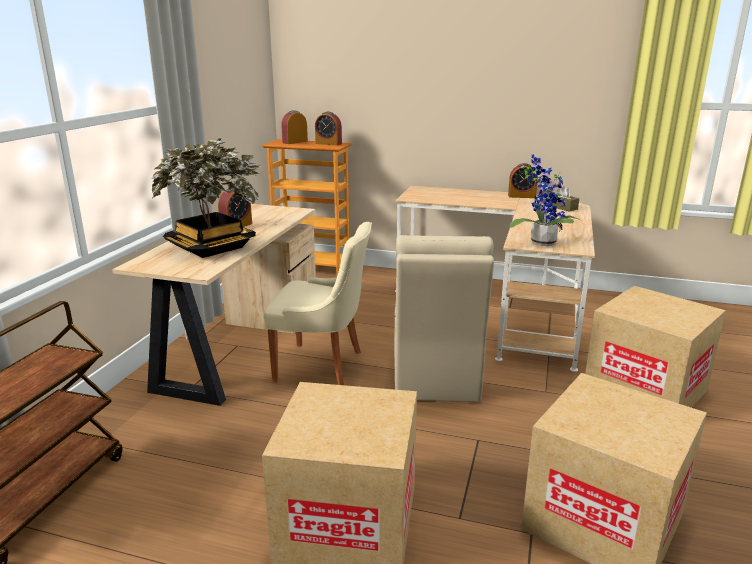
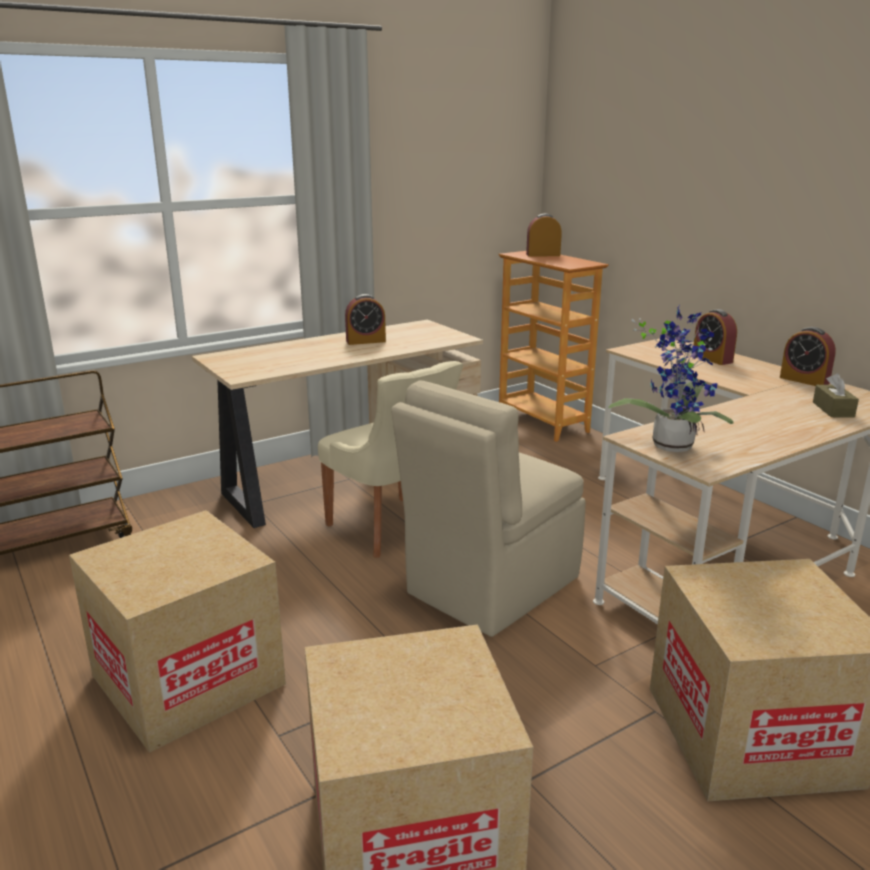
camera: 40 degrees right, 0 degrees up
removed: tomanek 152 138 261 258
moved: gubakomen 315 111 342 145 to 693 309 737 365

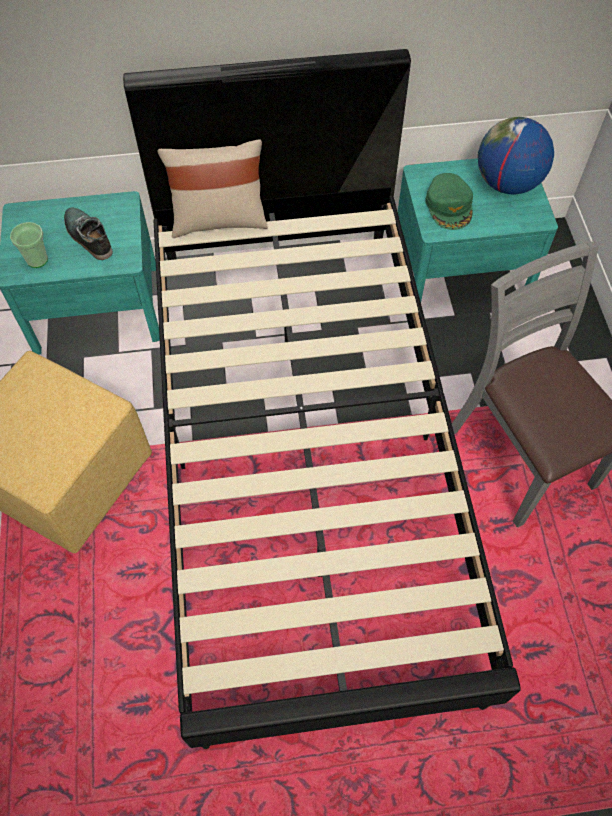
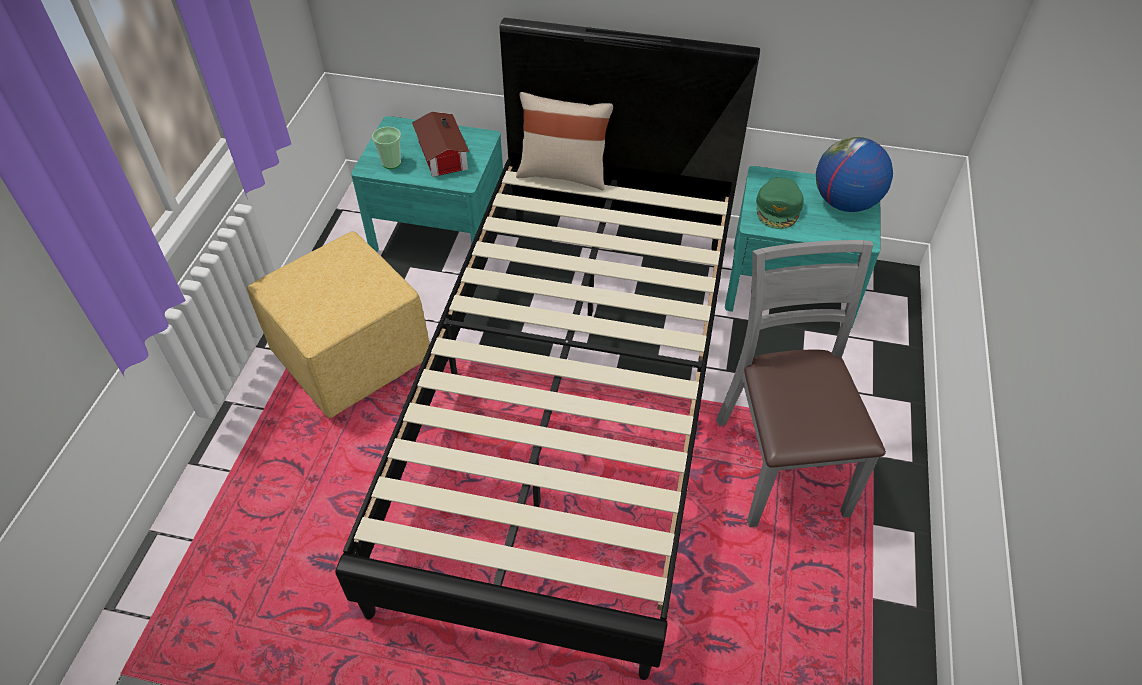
camera: 20 degrees right, 10 degrees down
replaced: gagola 64 207 113 260 to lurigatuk 412 112 470 177

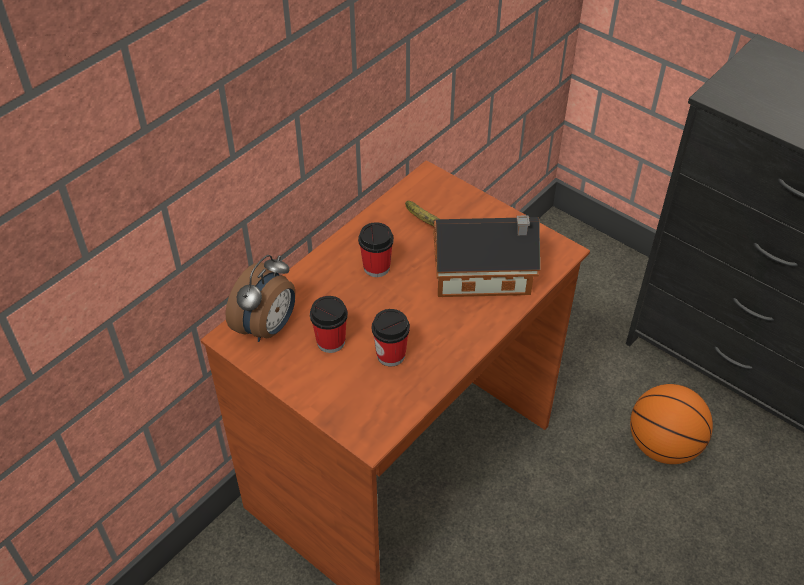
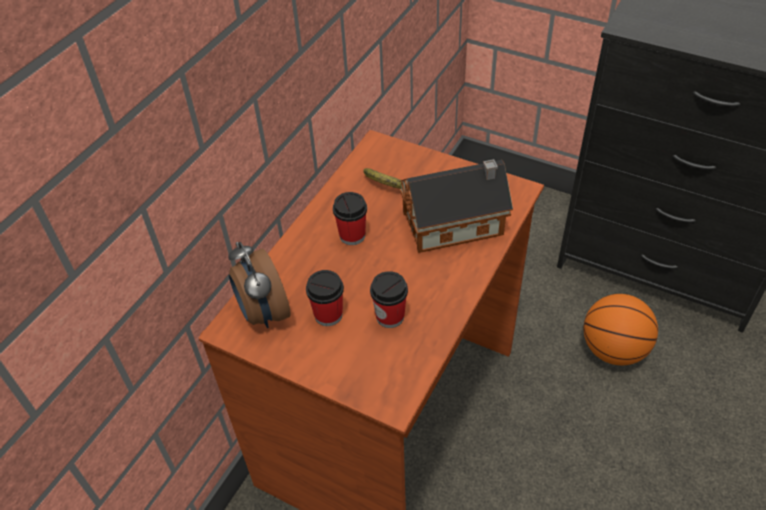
camera: 10 degrees left, 0 degrees up
turned: gubakomen 225 255 295 342 = 228 242 291 328 135 degrees clockwise

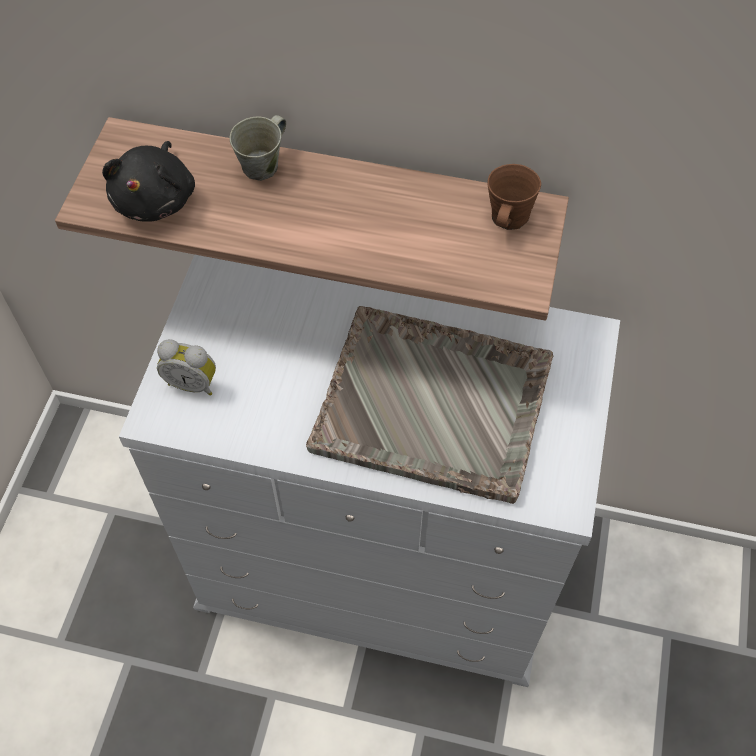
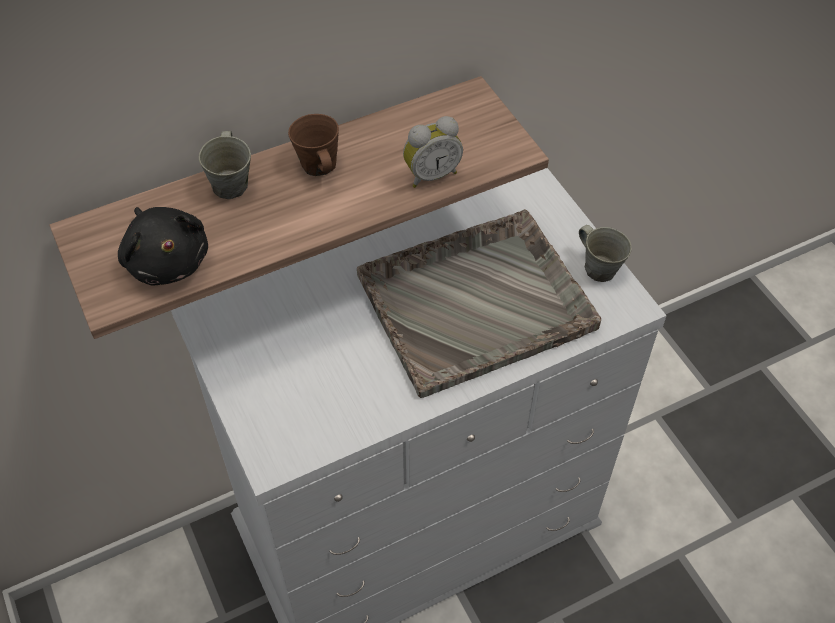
camera: 40 degrees left, 5 degrees down
added: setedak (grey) 579 225 632 282
moved: gubakomen 157 339 216 395 to 403 116 463 188; setedak (brown) 487 164 541 230 to 288 114 339 176

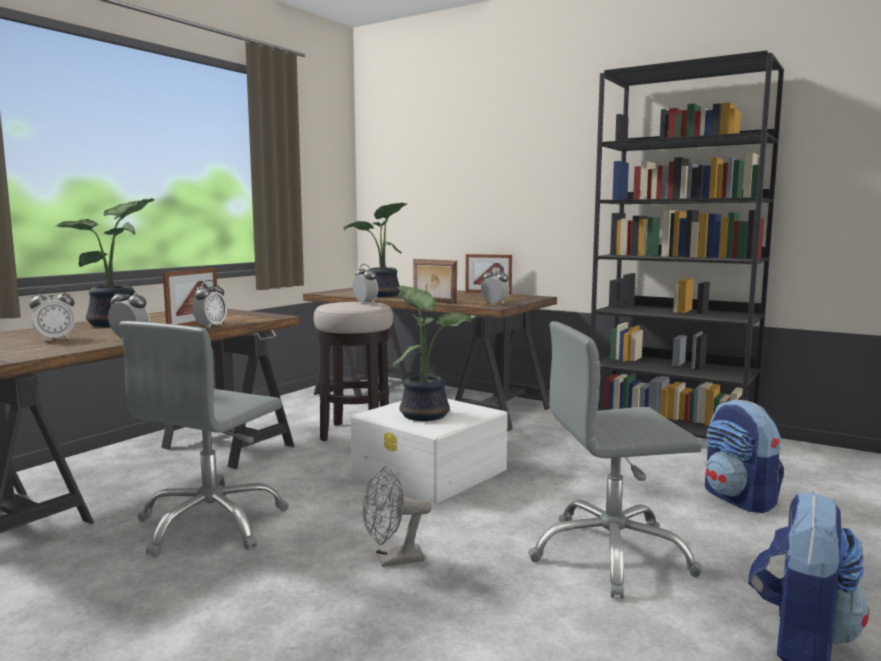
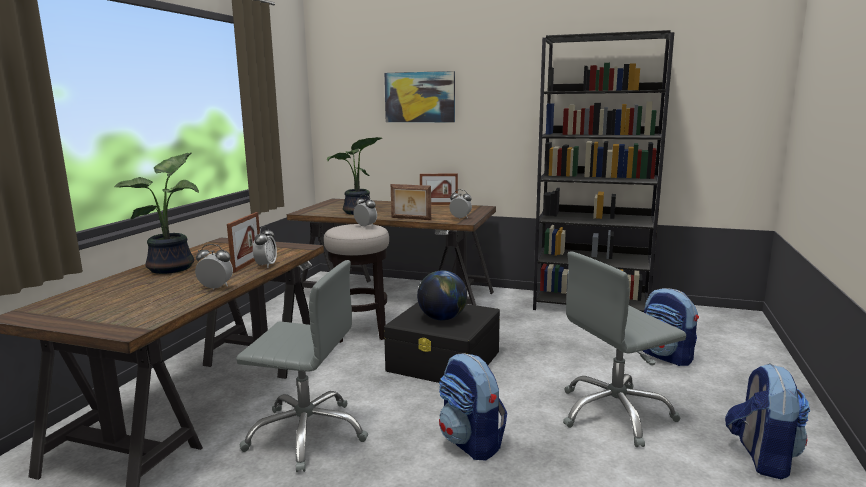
camera: 15 degrees left, 5 degrees up
removed: gubakomen 29 287 75 341
added: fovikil 384 71 455 122
replaced: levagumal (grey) 363 466 432 567 to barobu 439 353 507 460; tomanek 393 286 477 421 to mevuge 417 270 467 321
recoloured: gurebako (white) 350 399 508 504 to gurebako (black) 384 302 500 383
turned: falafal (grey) 119 321 289 557 = 236 260 368 472 90 degrees counterclockwise

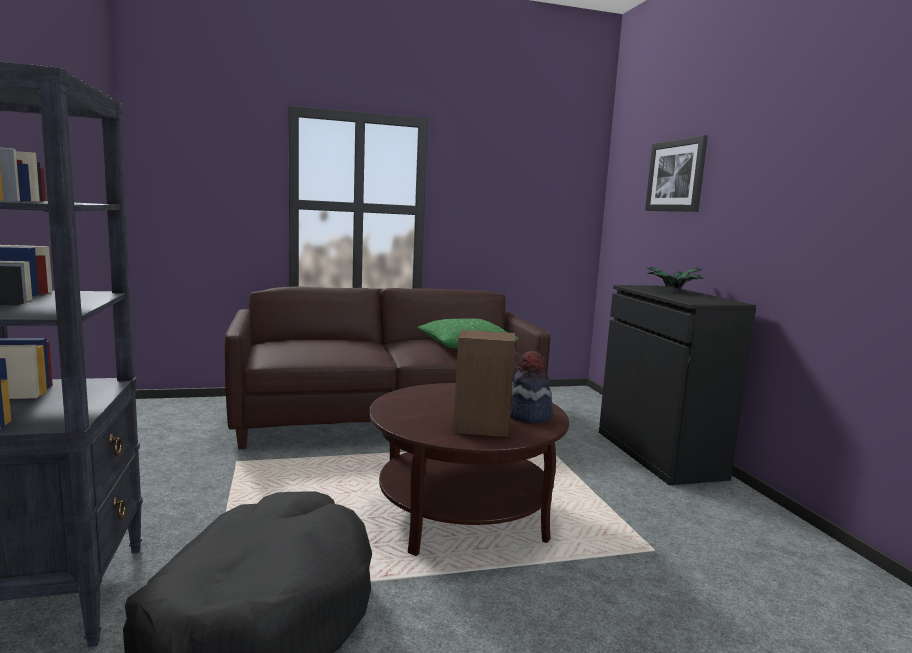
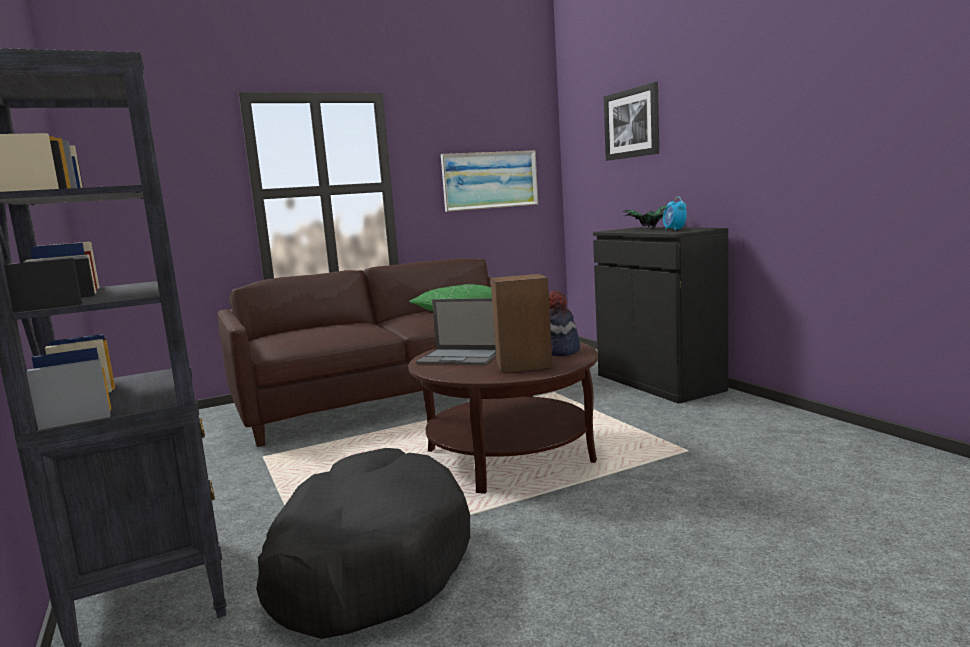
camera: 10 degrees left, 0 degrees up
added: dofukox 416 298 496 365; fovikil 441 150 538 212; gubakomen 663 196 687 231

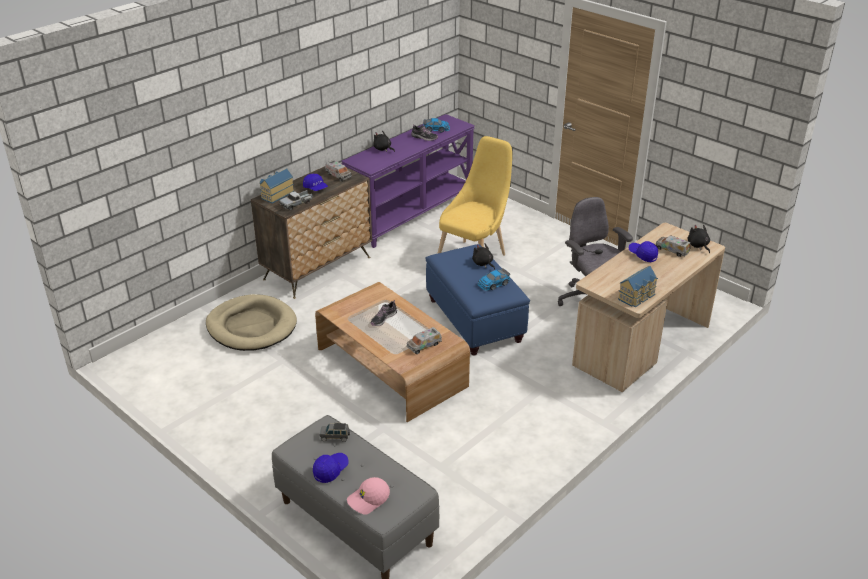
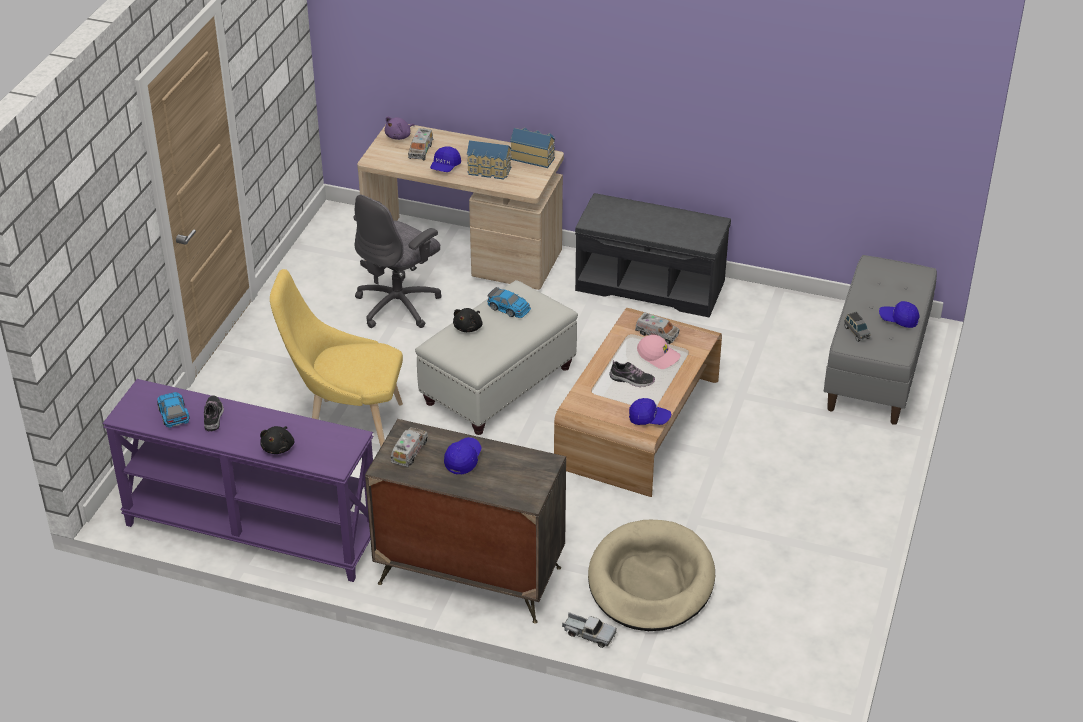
camera: 115 degrees left, 5 degrees up
added: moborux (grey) 575 193 731 318; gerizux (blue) 629 398 671 425
moved: lurigatuk 259 168 294 204 to 467 140 511 180; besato 279 190 313 210 to 562 612 617 648; gerizux (pink) 347 477 390 515 to 637 335 680 369
recoloured: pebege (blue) 426 244 530 355 to pebege (white) 415 280 578 435; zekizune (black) 688 225 710 253 to zekizune (purple) 384 116 415 140

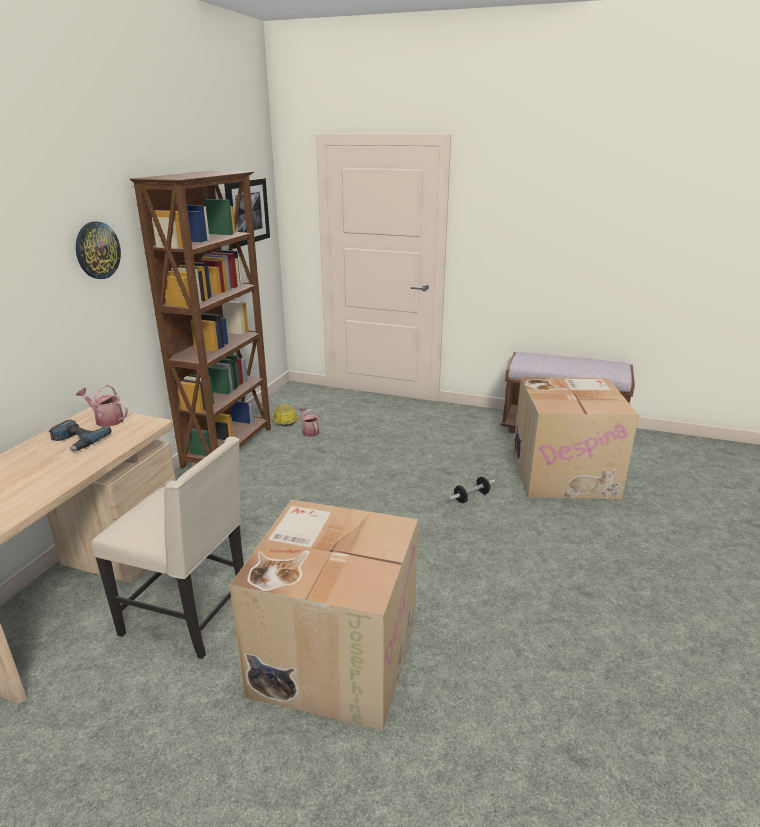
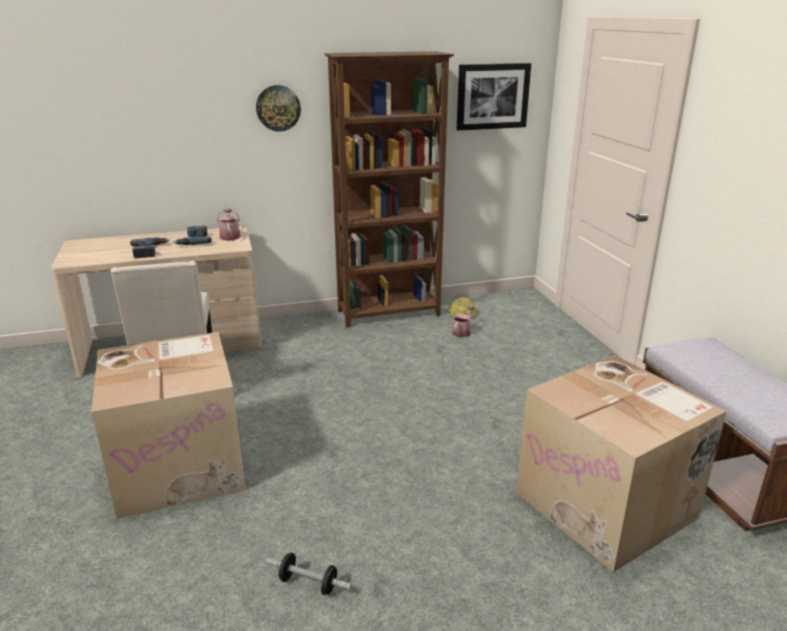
camera: 55 degrees right, 0 degrees up
added: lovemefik 130 237 170 258
moved: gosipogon 448 477 495 503 to 266 553 351 595

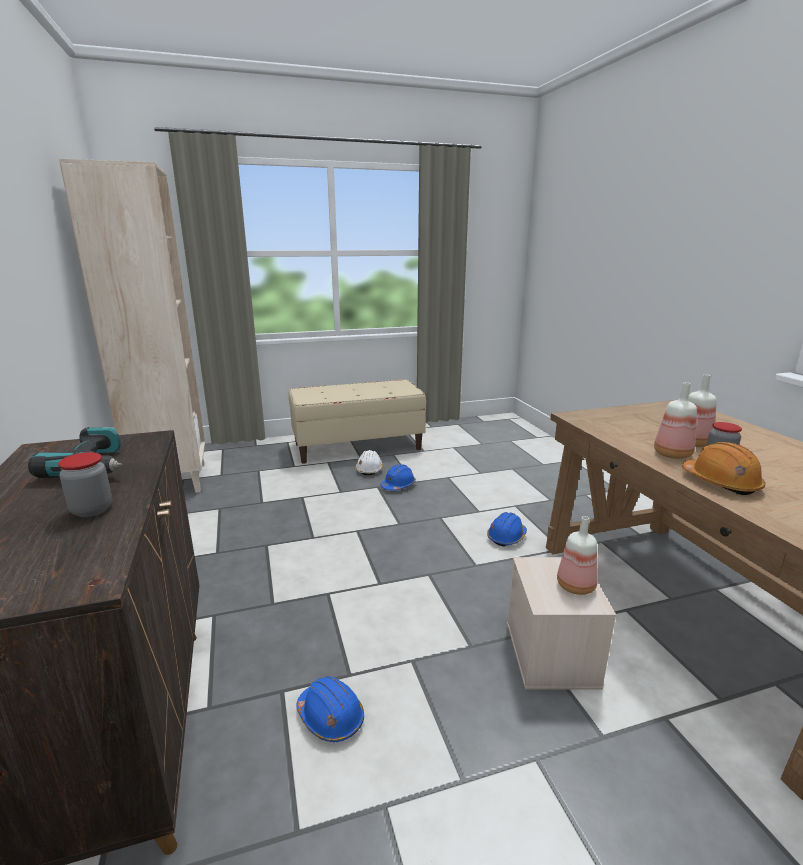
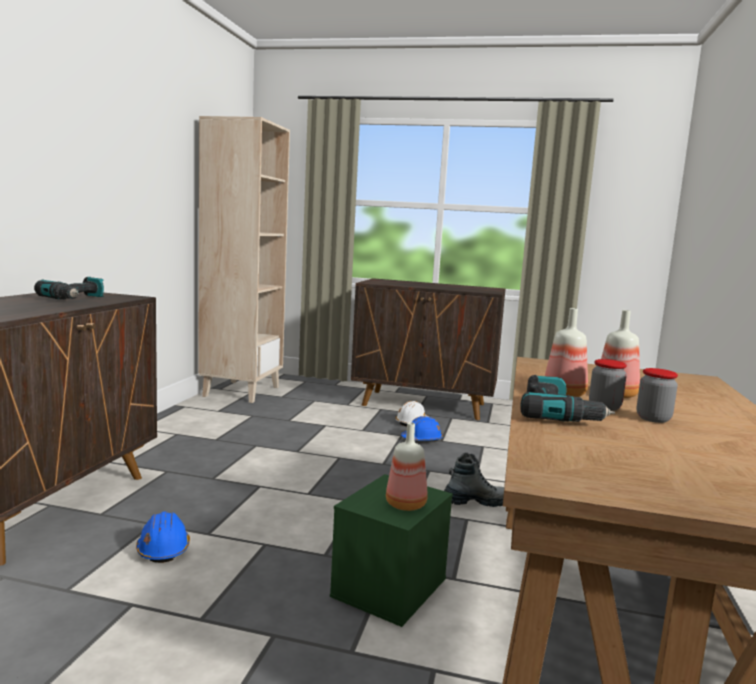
camera: 30 degrees right, 10 degrees down
moved: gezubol 58 452 112 517 to 637 368 678 423
replaced: moborux (beige) 289 380 426 464 to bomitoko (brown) 351 278 506 420; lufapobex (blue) 487 512 527 547 to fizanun 444 453 504 507; lufapobex (orange) 682 442 766 495 to lovemefik 521 375 615 422
recoloured: gurebako (beige) 507 557 616 690 to gurebako (green) 330 474 453 627

